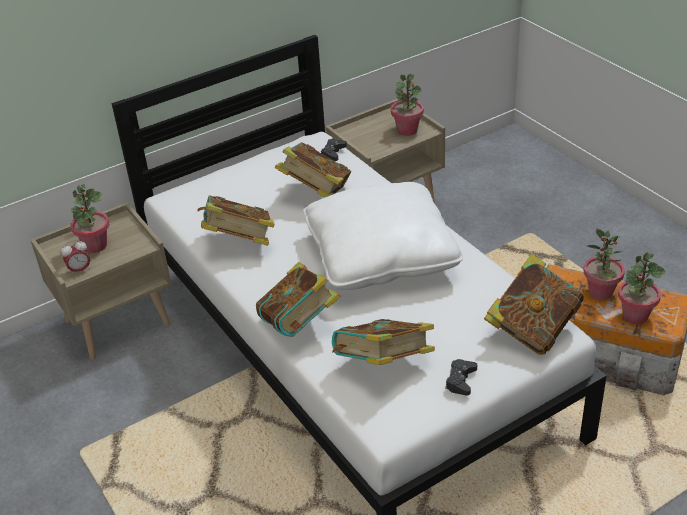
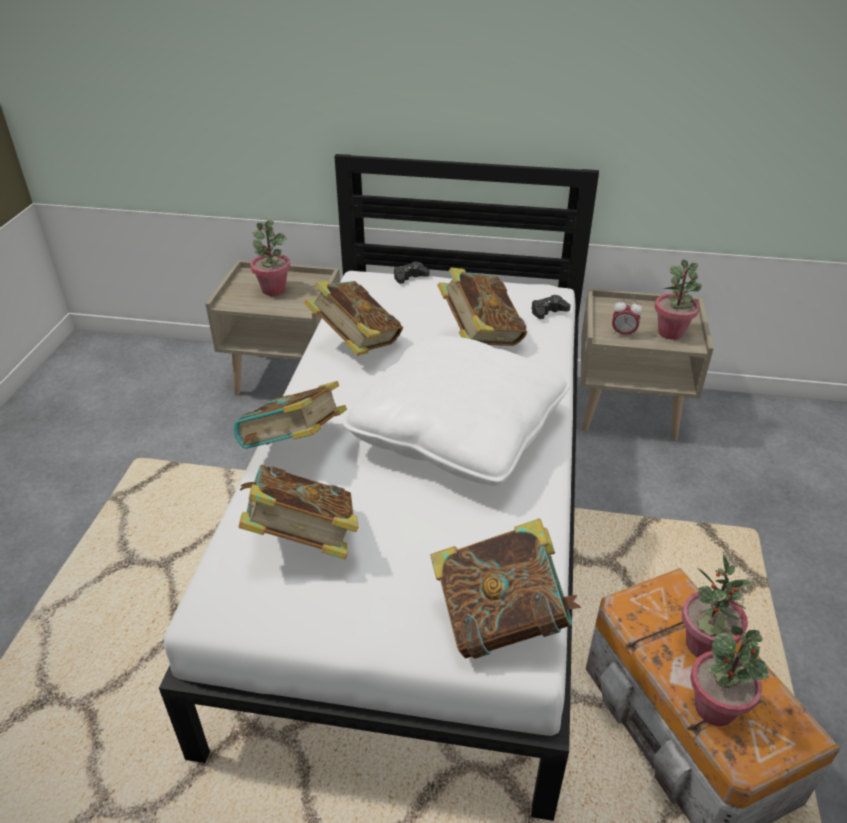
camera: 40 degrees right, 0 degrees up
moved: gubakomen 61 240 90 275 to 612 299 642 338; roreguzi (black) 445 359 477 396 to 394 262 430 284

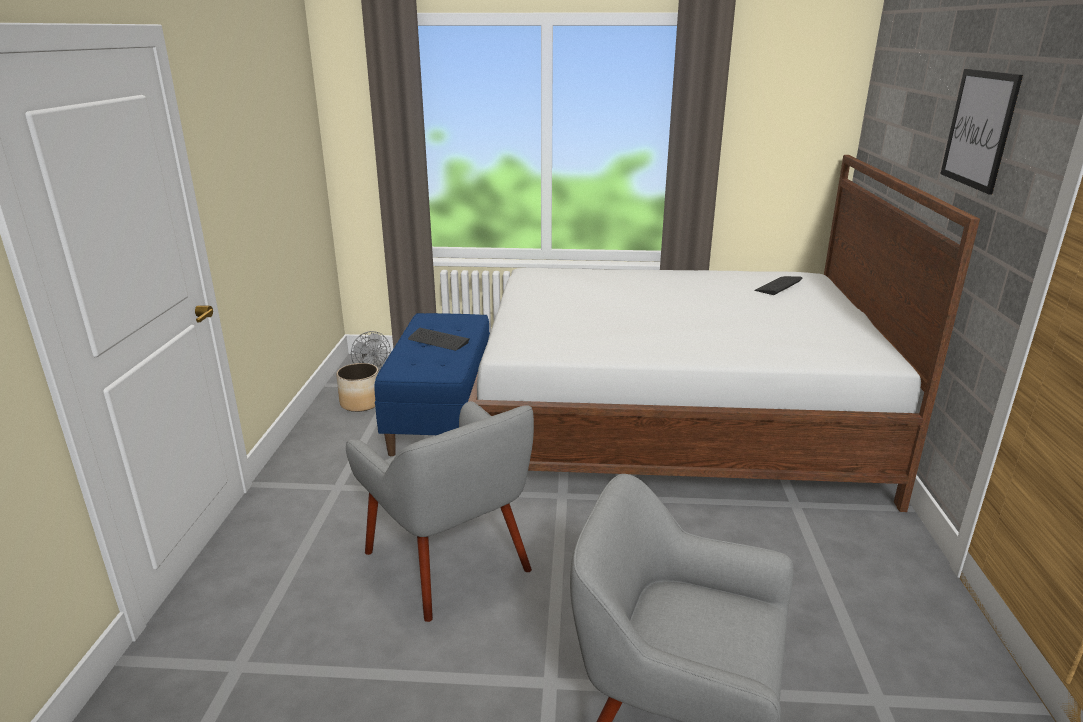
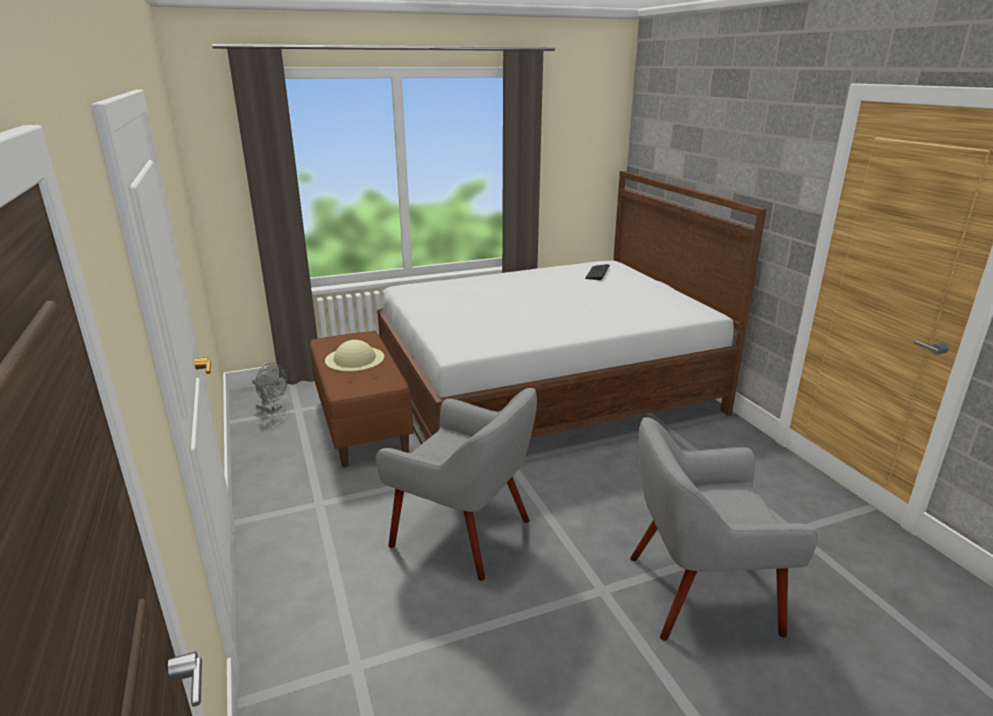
camera: 25 degrees left, 0 degrees up
removed: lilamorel 336 363 378 412; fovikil 940 69 1023 195
replaced: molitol 408 328 470 351 to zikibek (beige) 325 340 384 372
recoloured: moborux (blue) 374 313 490 456 to moborux (brown) 310 331 414 467

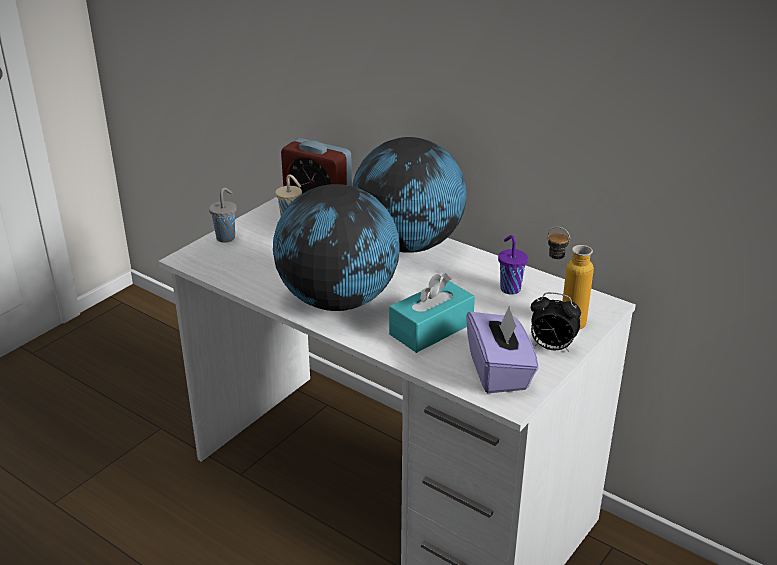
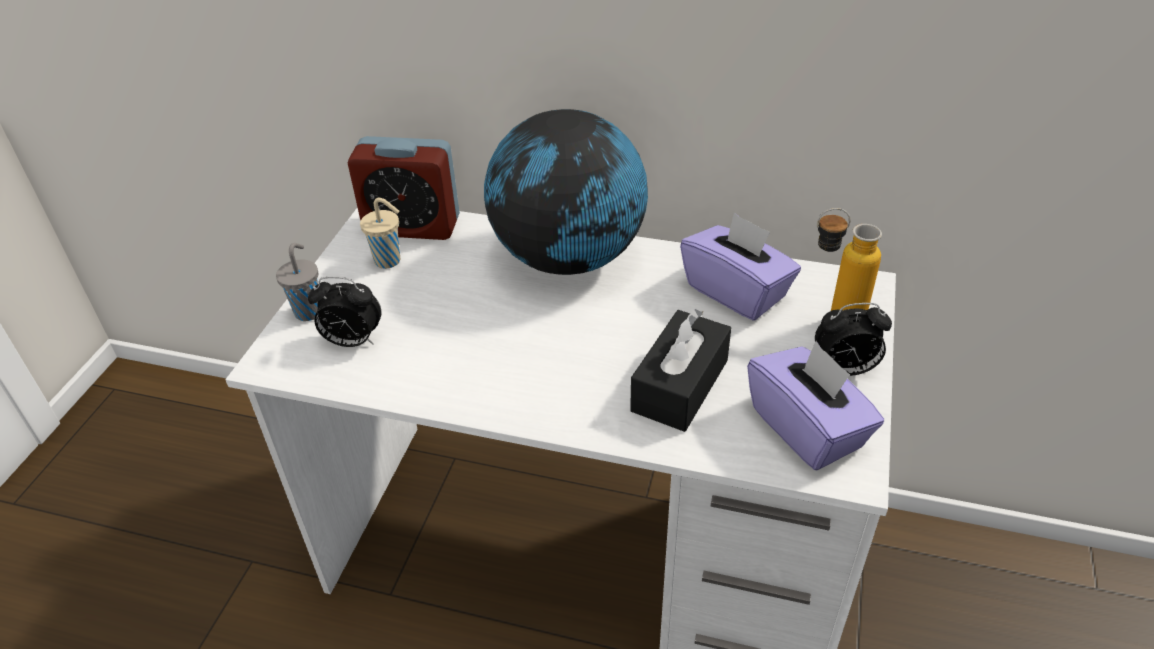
camera: 20 degrees left, 10 degrees up
removed: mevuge 273 184 400 311
added: gubakomen 308 277 382 347
replaced: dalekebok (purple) 498 235 528 295 to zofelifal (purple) 680 212 801 321
recoloured: zofelifal (turquoise) 389 273 475 353 to zofelifal (black) 630 309 731 432

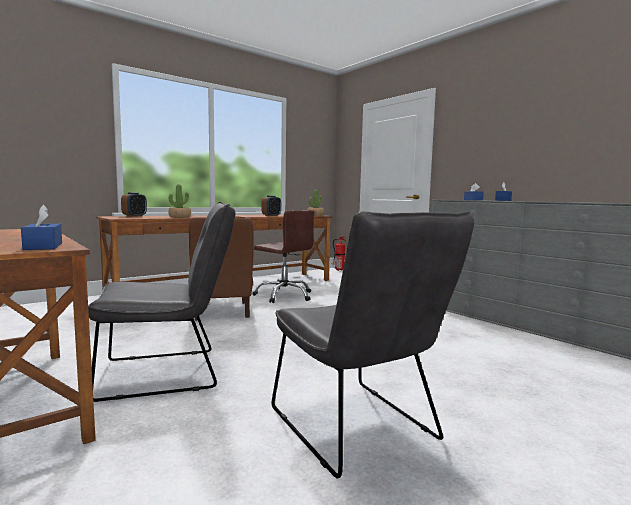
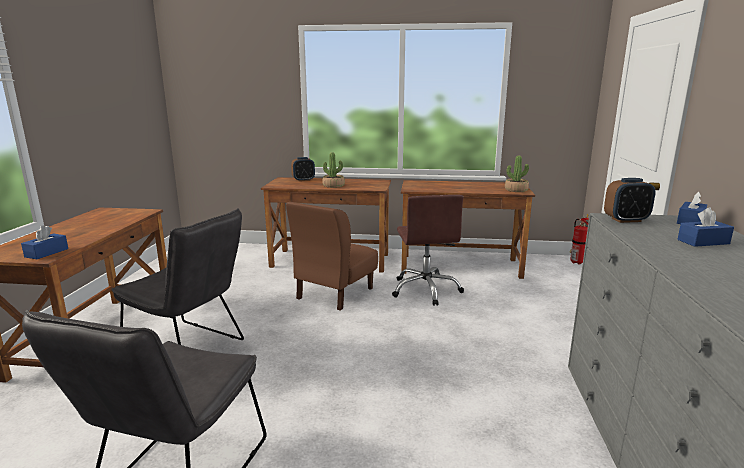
camera: 45 degrees right, 10 degrees up
moved: gubakomen 261 196 281 216 to 604 178 656 223

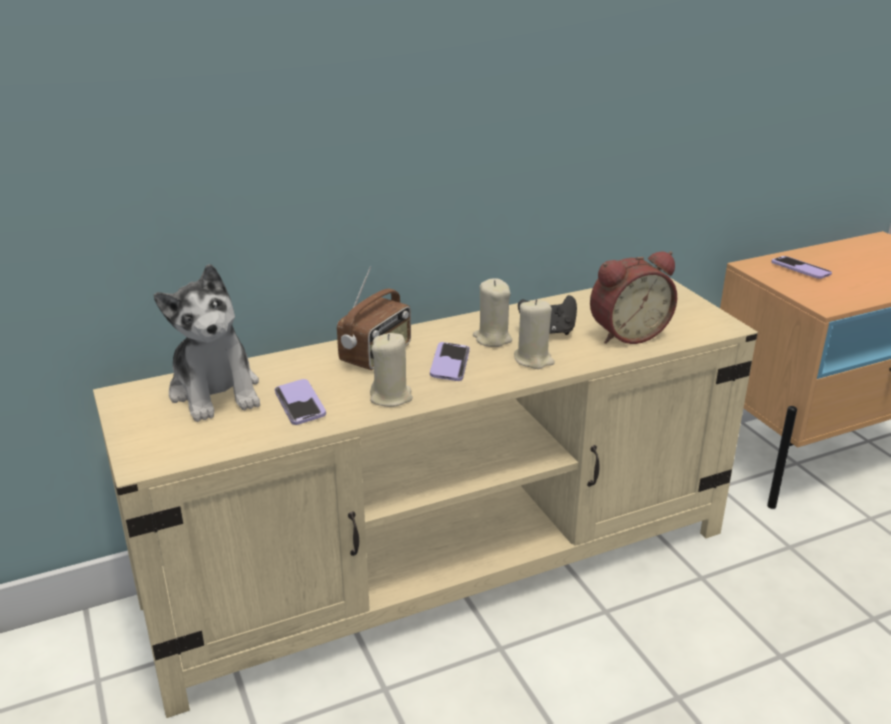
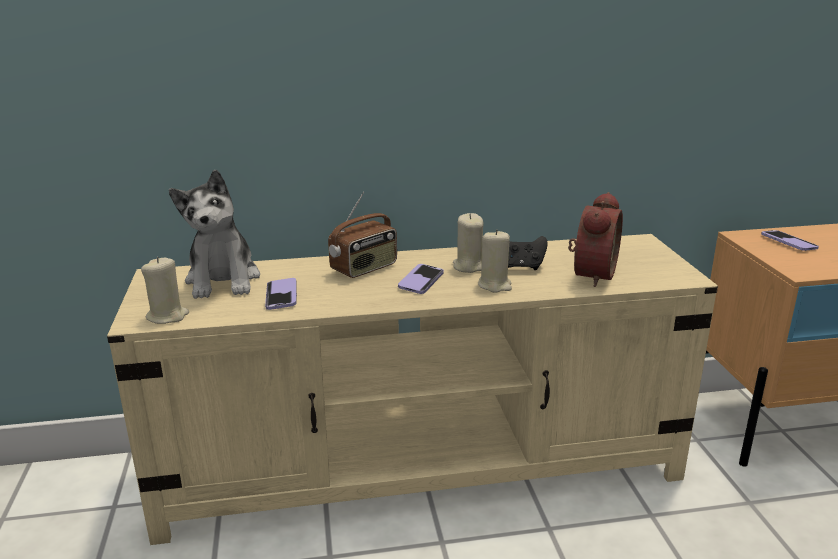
camera: 15 degrees right, 5 degrees down
moved: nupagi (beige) 370 333 413 407 to 141 257 189 324
turned: gubakomen 590 251 677 344 = 568 192 623 287 60 degrees counterclockwise

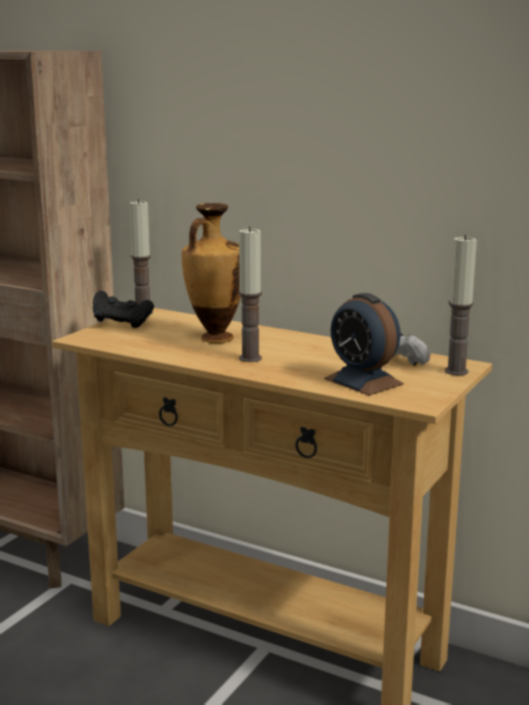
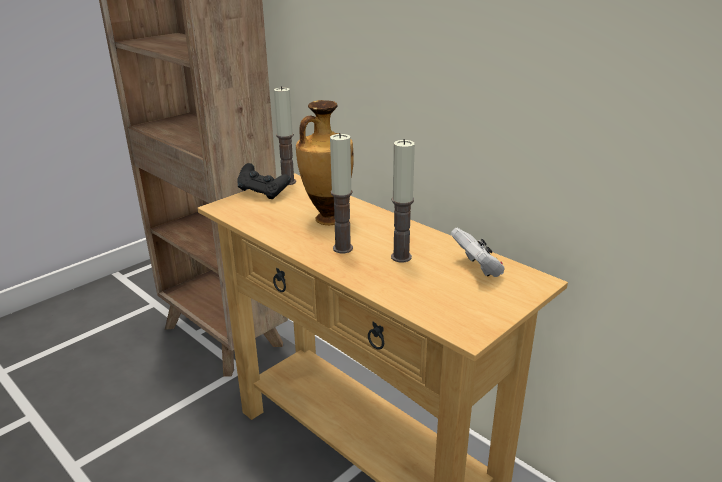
camera: 15 degrees right, 10 degrees up
removed: gubakomen 324 293 404 396
moved: nupagi 445 235 477 376 to 391 139 415 262

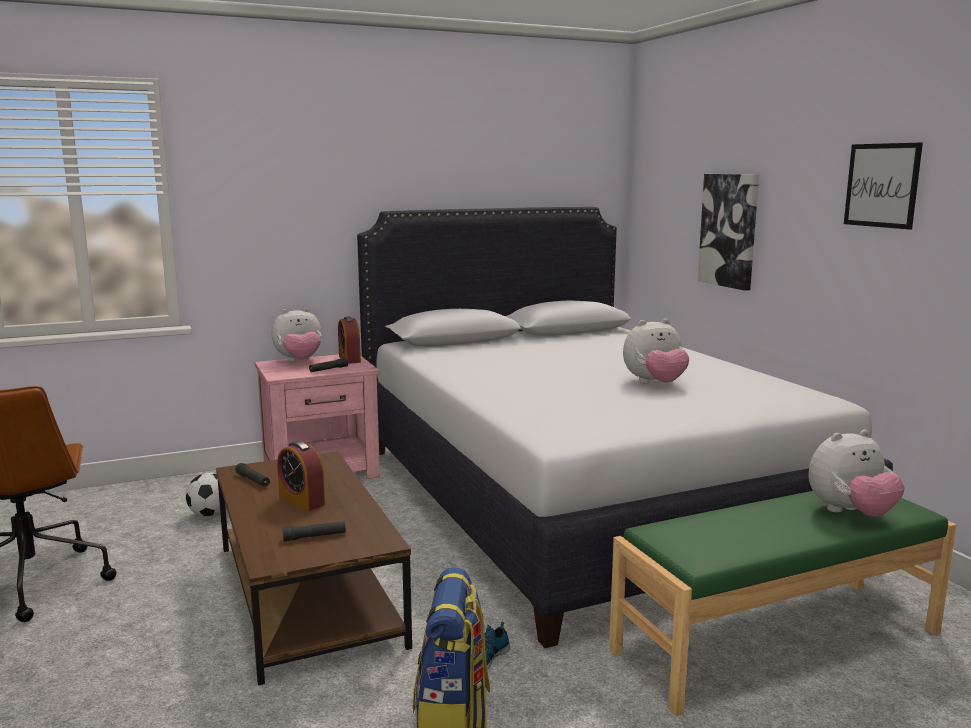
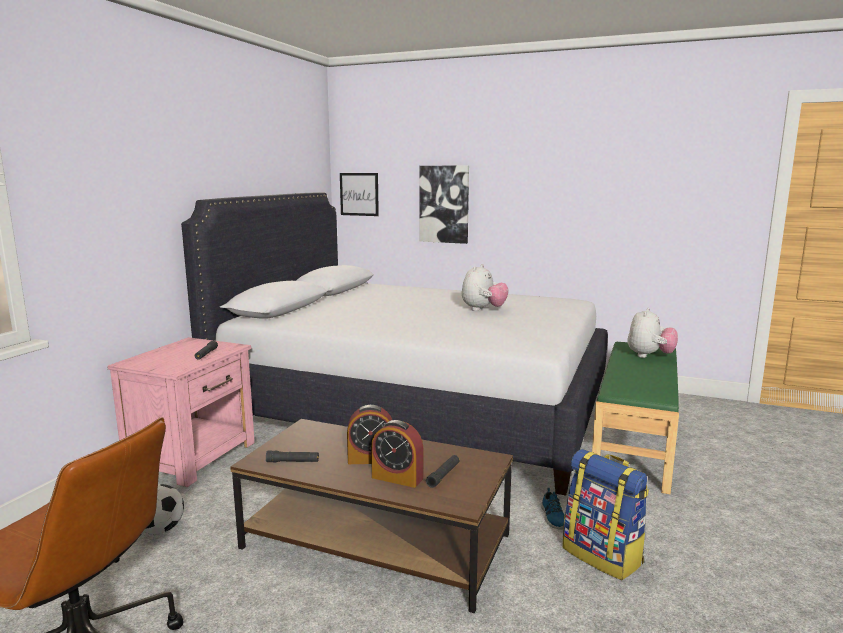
camera: 45 degrees left, 0 degrees up
removed: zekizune 271 308 322 361
moved: gubakomen 338 316 361 364 to 371 420 423 488; fovikil 844 142 923 230 to 340 173 379 216

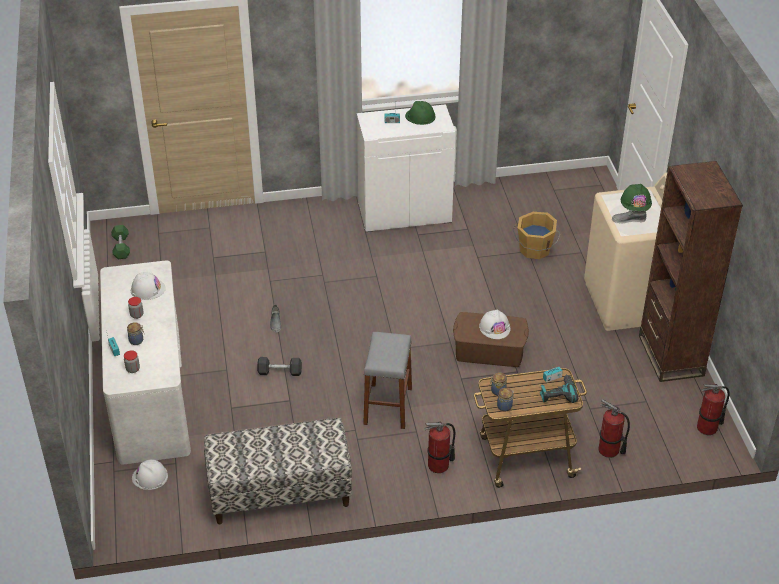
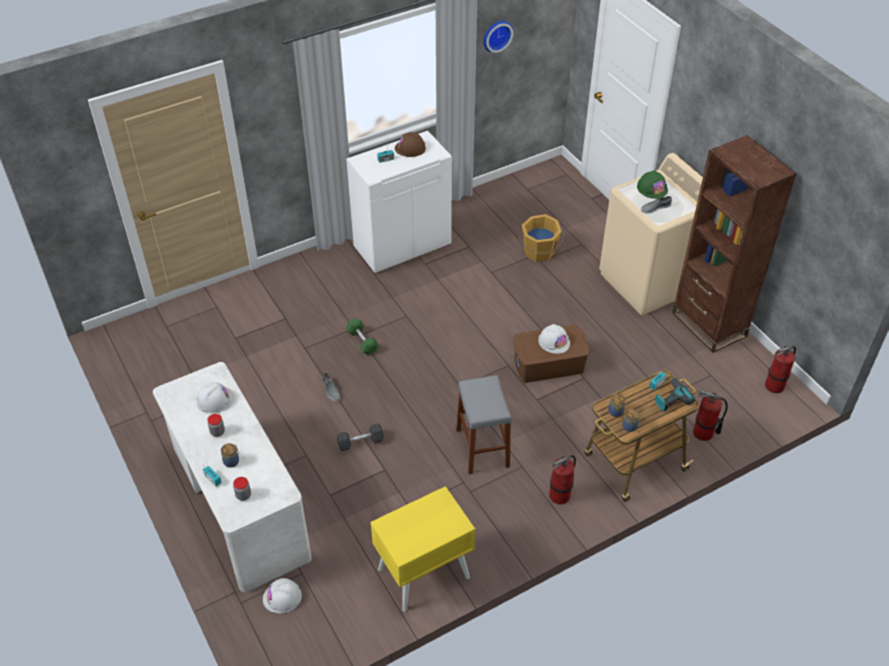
camera: 20 degrees left, 5 degrees up
added: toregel 483 21 513 53
moved: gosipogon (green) 111 225 130 259 to 346 318 379 355
replaced: moborux 204 418 352 524 to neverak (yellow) 370 486 475 612
recoloured: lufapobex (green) 405 101 435 125 to lufapobex (brown) 395 132 426 157

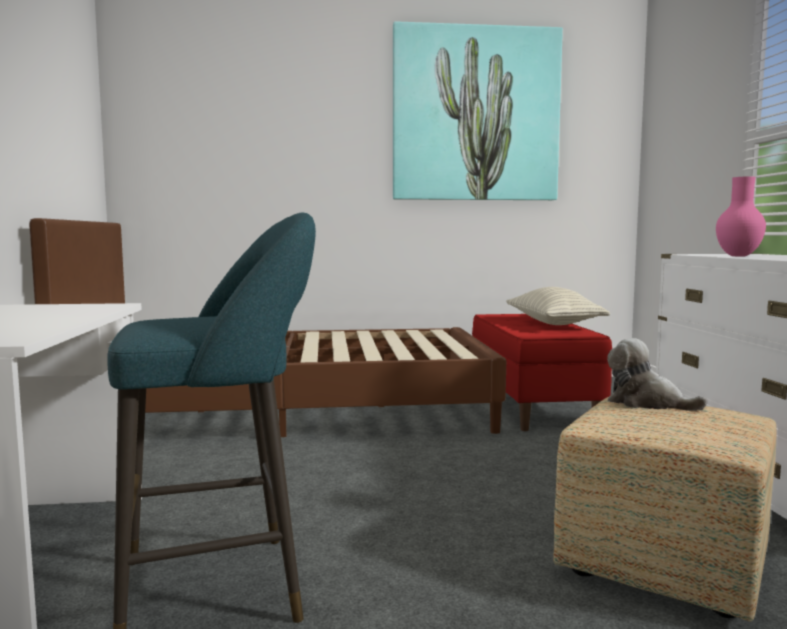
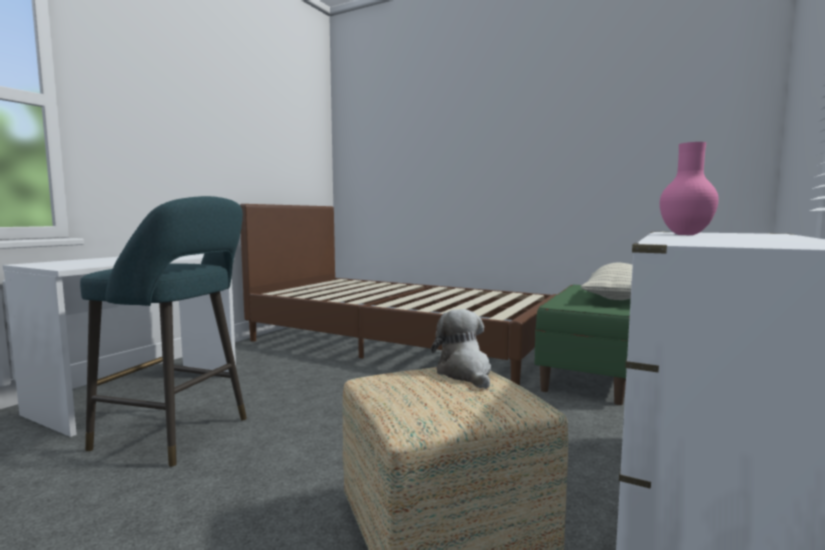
camera: 35 degrees right, 0 degrees up
removed: fovikil 393 21 563 200
recoloured: moborux (red) 472 314 612 431 to moborux (green) 535 284 631 405

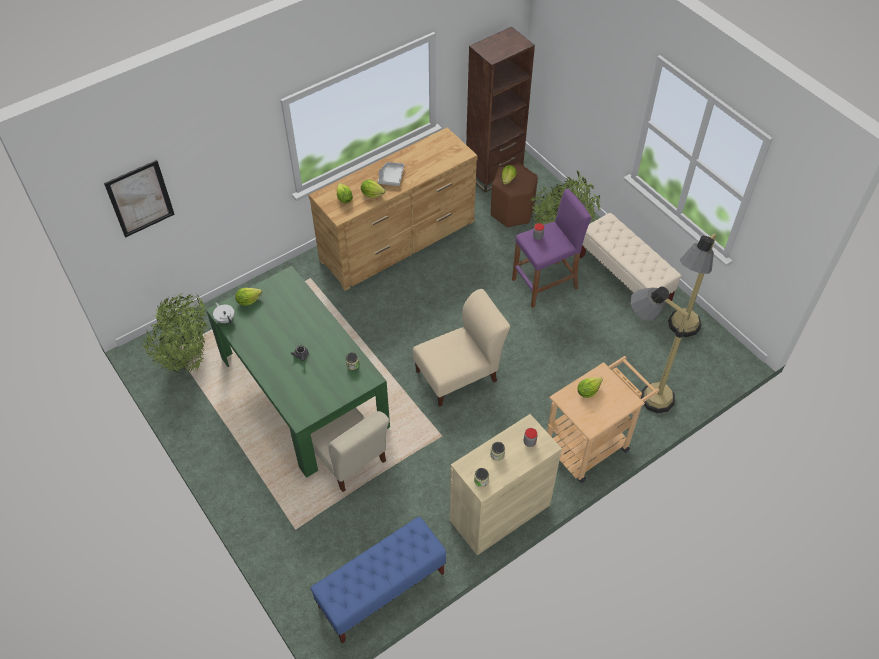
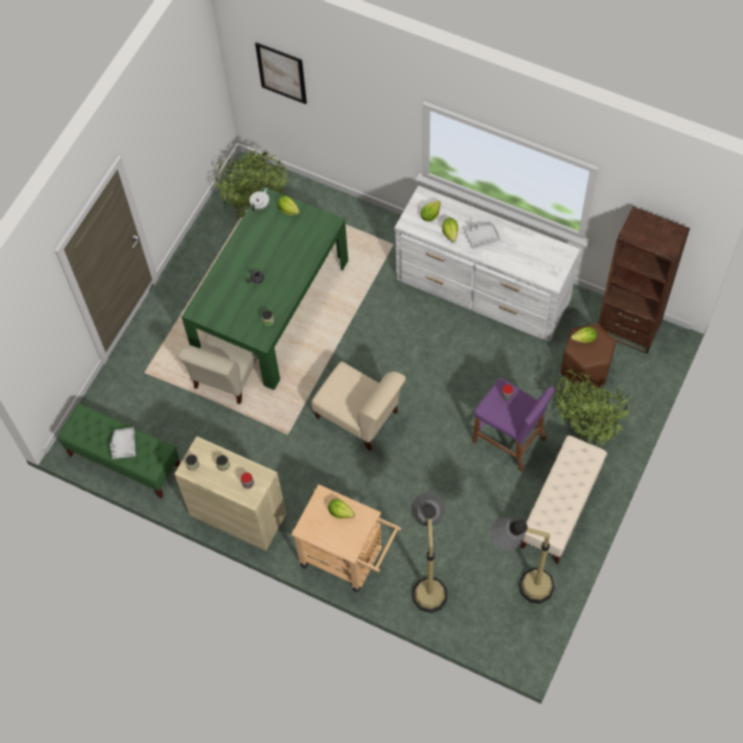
camera: 65 degrees right, 10 degrees up
added: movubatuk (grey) 110 427 136 459
recoloured: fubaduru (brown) 308 127 478 291 to fubaduru (white) 395 186 581 342; moborux (blue) 311 517 446 644 to moborux (green) 58 403 180 499

